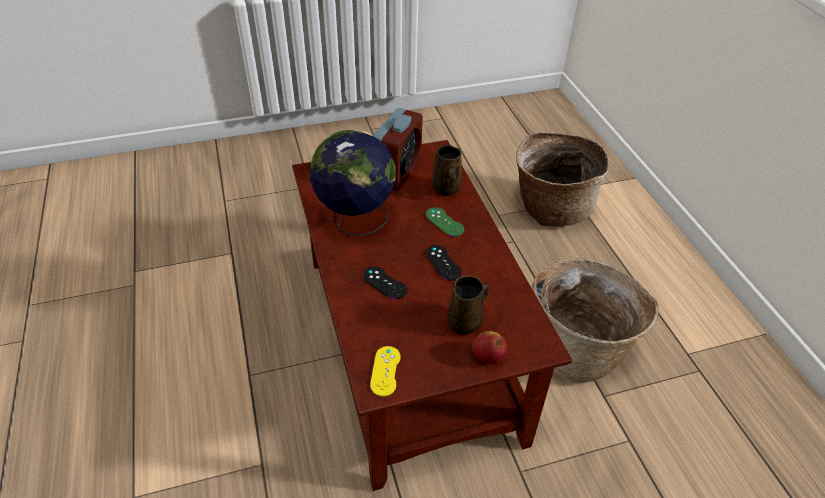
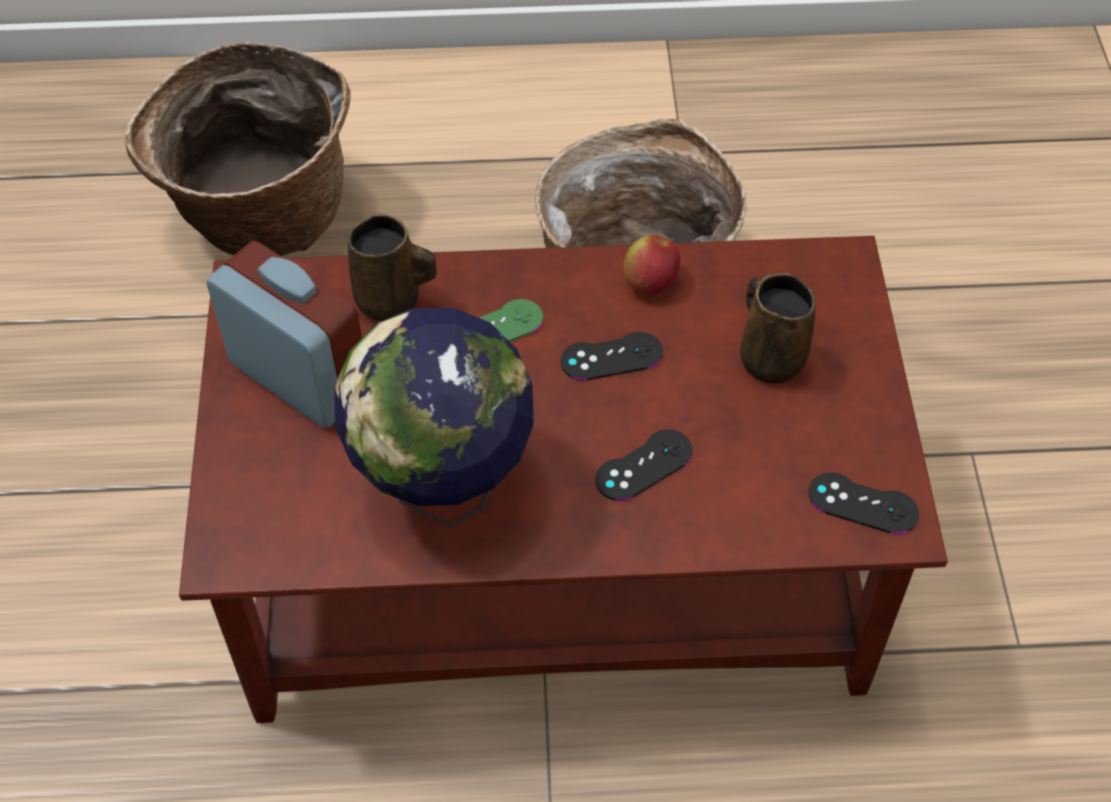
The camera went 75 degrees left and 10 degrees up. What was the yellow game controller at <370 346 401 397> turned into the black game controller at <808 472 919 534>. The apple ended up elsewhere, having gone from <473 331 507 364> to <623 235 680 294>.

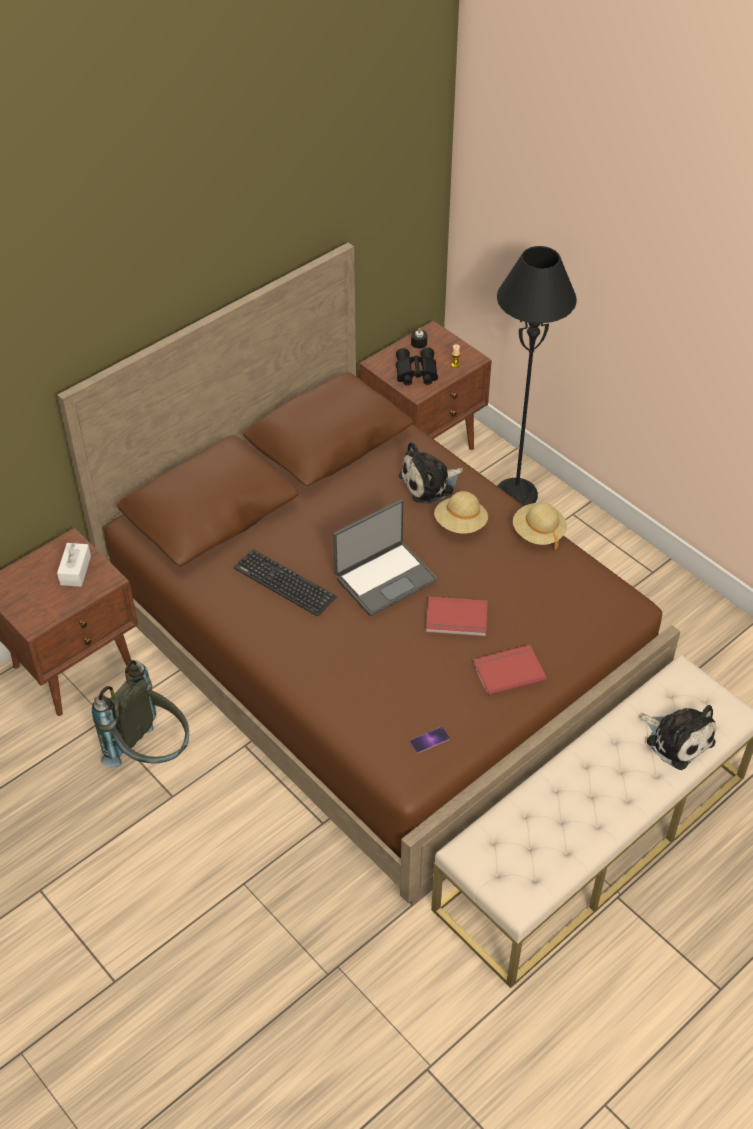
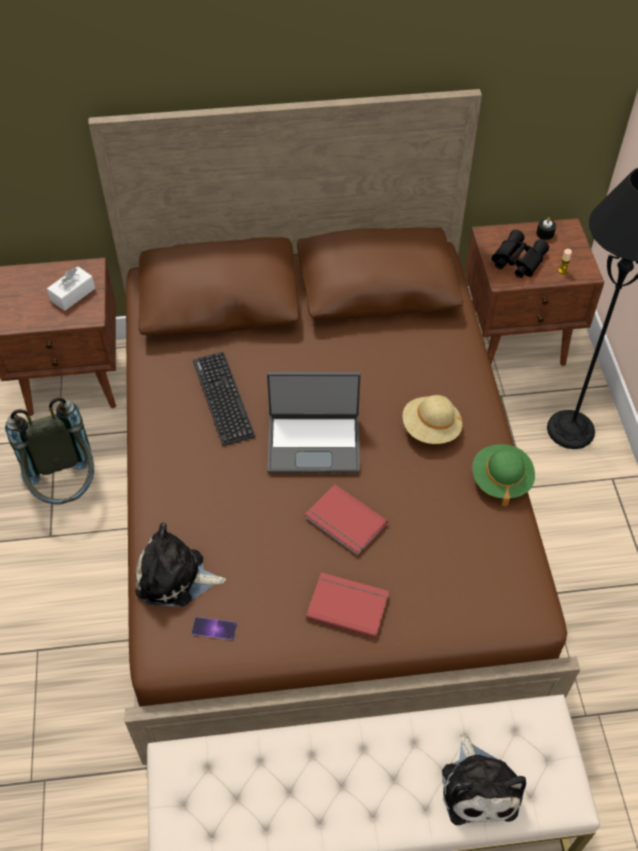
The camera went 35 degrees right and 5 degrees up. The plush toy ended up elsewhere, having gone from <399 442 463 504> to <135 523 226 607>. What was the beige hat at <513 503 567 549> turned into the green hat at <472 444 535 507>.

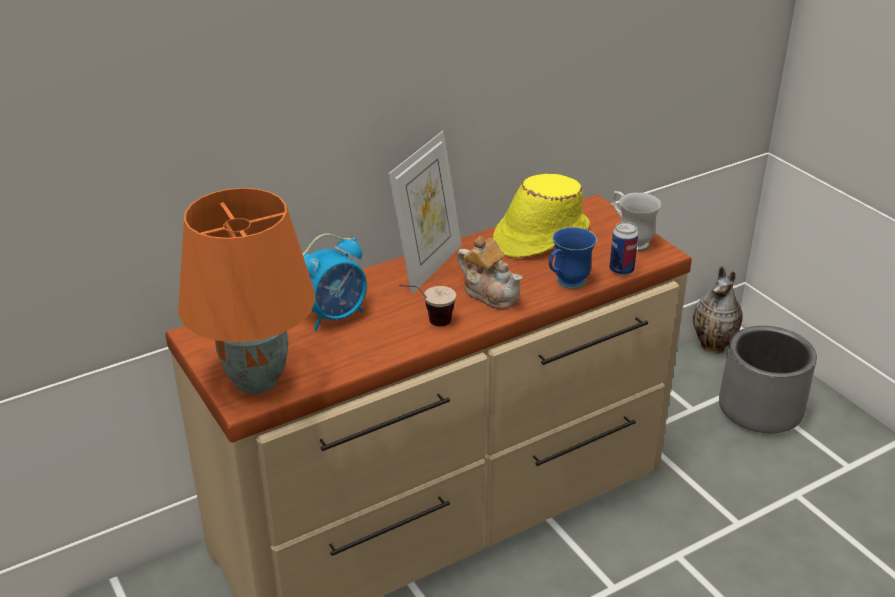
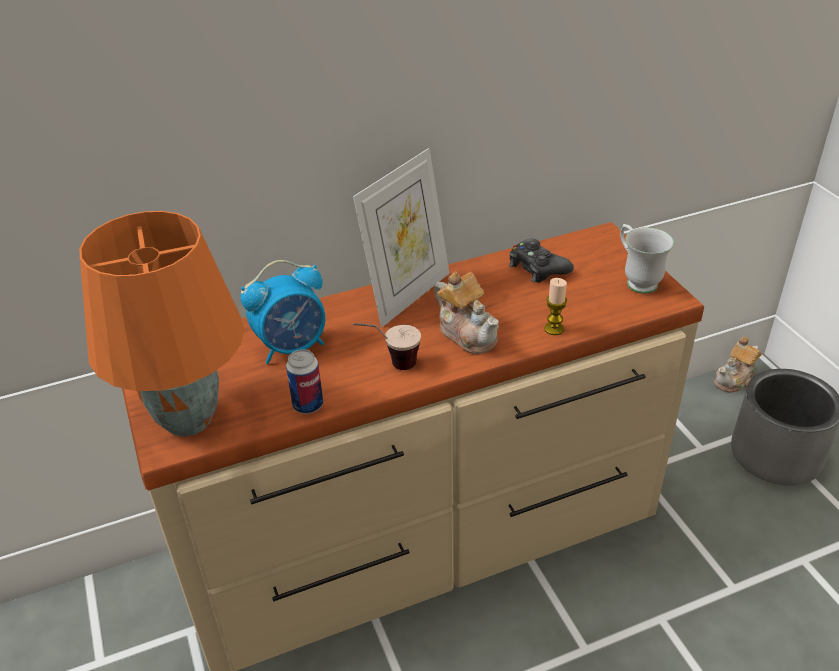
The camera went 10 degrees right and 5 degrees up. Where the yellow hat stood at <493 174 590 258>, the black game controller came to stand at <509 238 574 283>. Where the blue mug stood at <549 227 597 289>, the candle came to stand at <544 278 567 335>. The can ended up elsewhere, having gone from <610 222 638 275> to <286 349 323 414>. Where the vase stood at <693 266 743 354>, the teapot came to stand at <714 337 762 393>.

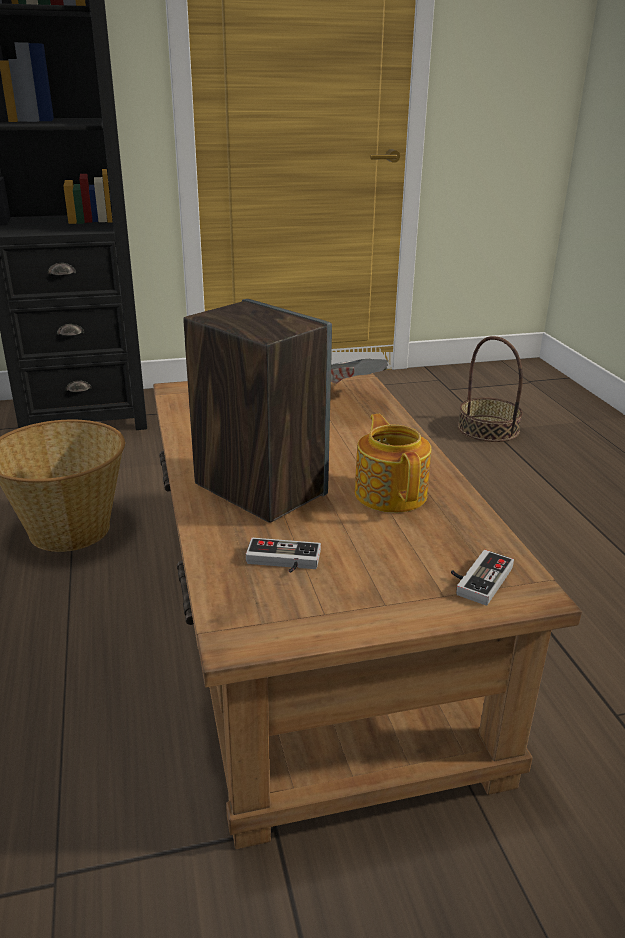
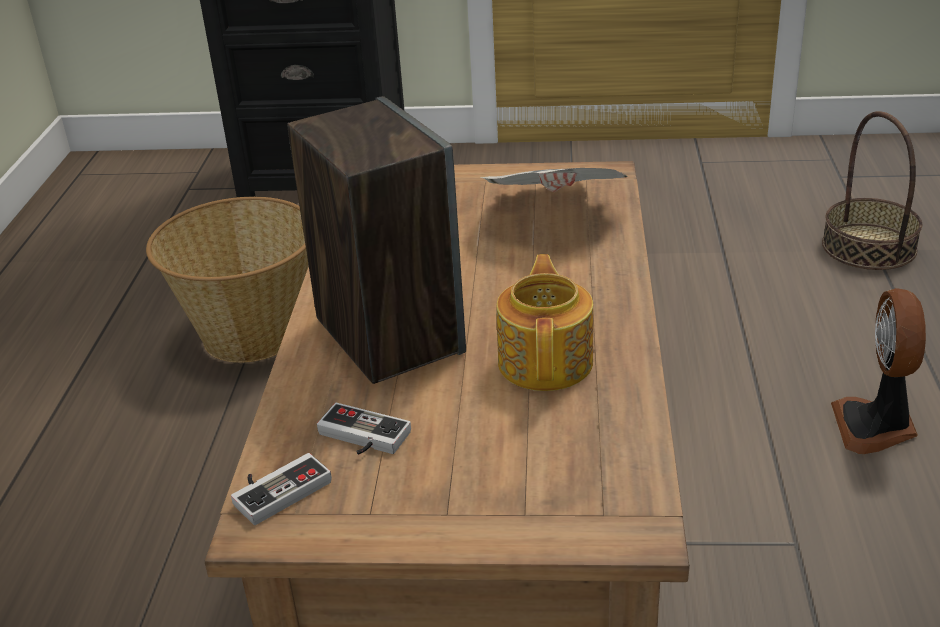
The camera went 20 degrees right and 5 degrees up. The game controller ended up elsewhere, having gone from <451 550 514 606> to <231 453 332 525>. The second view gained the fan at <831 288 926 454>.

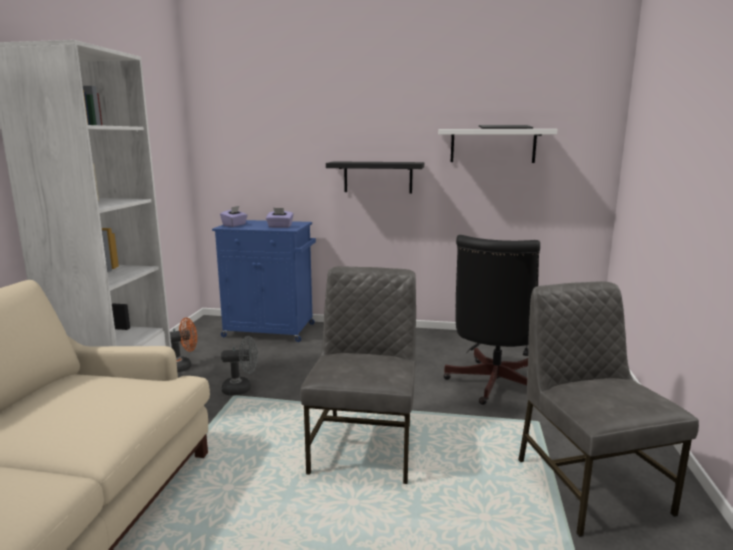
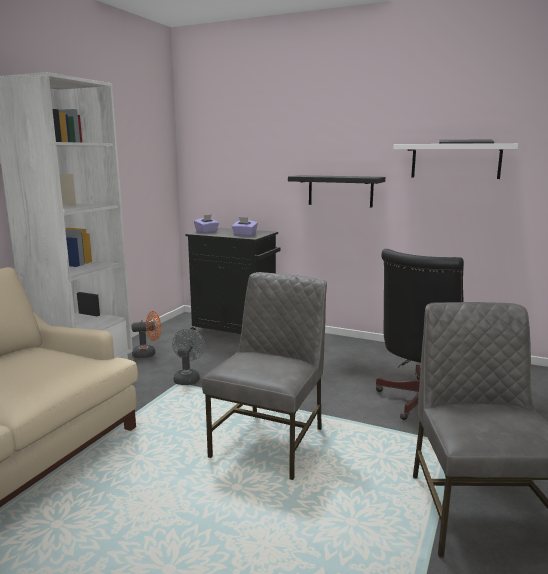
The camera went 15 degrees right and 0 degrees up. What was the blue cabinet at <212 220 316 342> turned into the black cabinet at <185 228 281 334>. The grey fan at <221 336 258 396> ended up facing another way, 90 degrees counterclockwise from before.

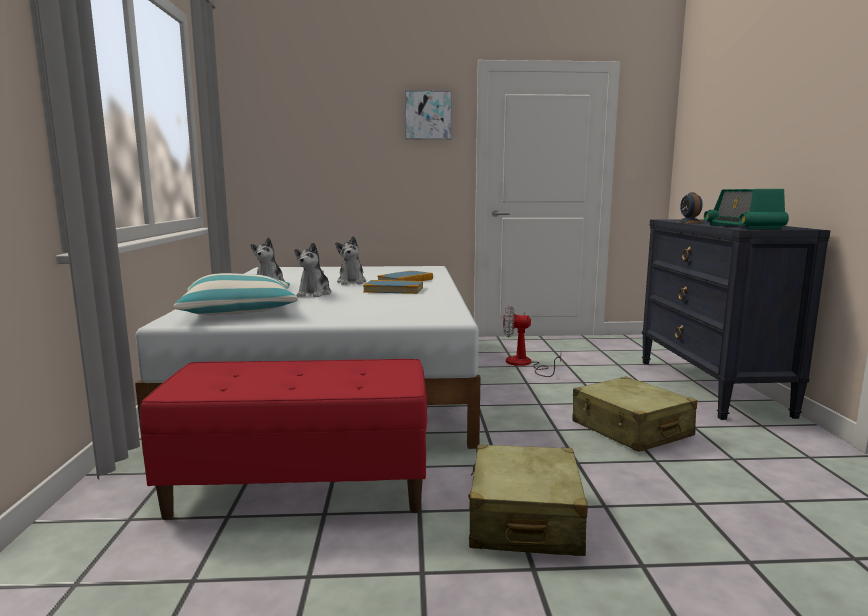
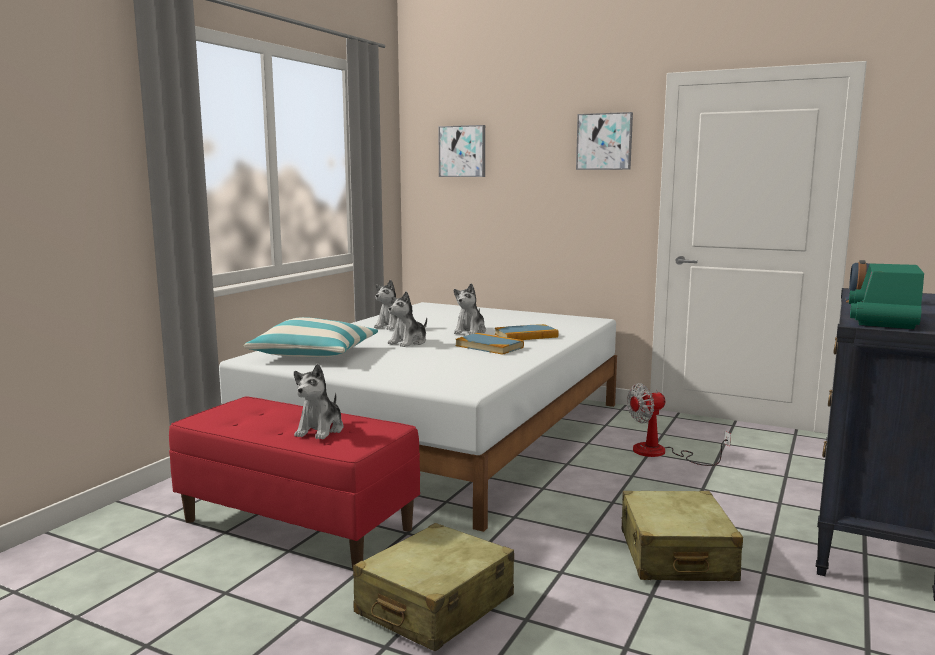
The camera went 30 degrees right and 0 degrees up. The fan at <503 305 561 377> ended up facing another way, 60 degrees counterclockwise from before. The second view gained the plush toy at <294 364 344 440>. The second view gained the picture at <438 125 485 177>.

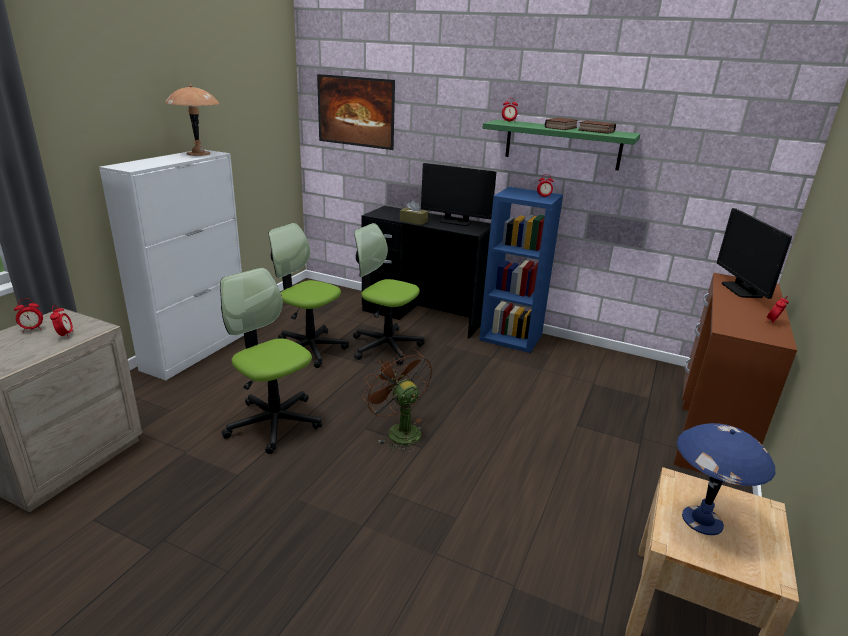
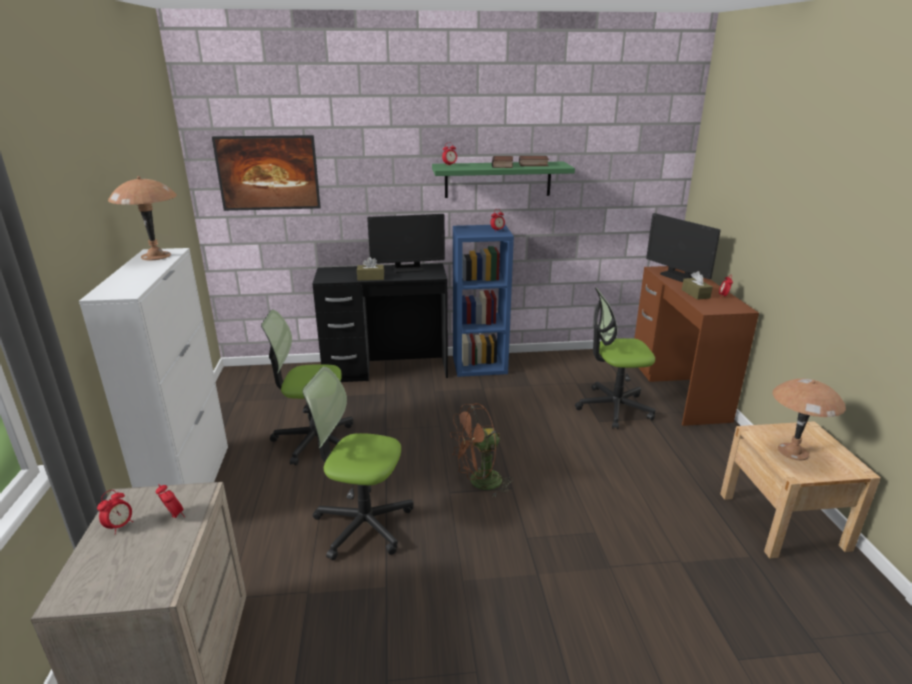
The camera went 30 degrees left and 0 degrees up. The office chair ended up elsewhere, having gone from <353 223 425 365> to <575 287 655 429>. The brown fan at <362 349 432 452> ended up facing another way, 45 degrees counterclockwise from before. What was the blue table lamp at <677 423 775 535> turned into the brown table lamp at <773 379 846 460>. The second view gained the brown tissue box at <682 271 713 300>.

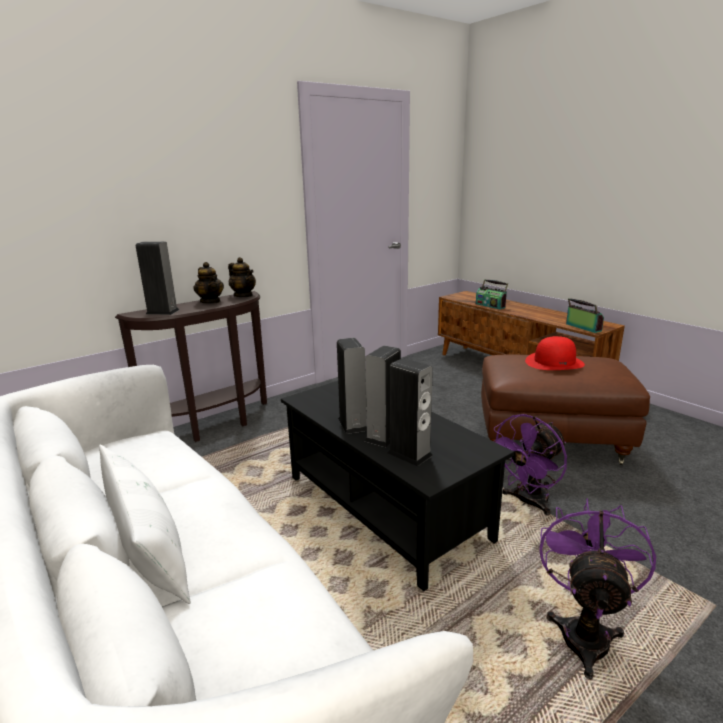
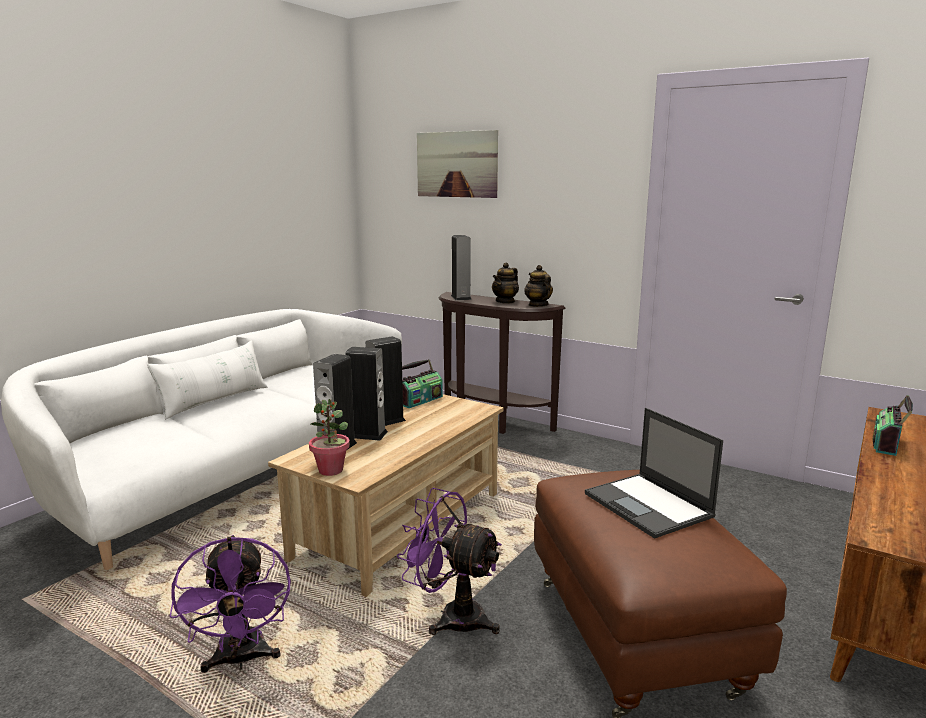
The camera went 70 degrees right and 5 degrees down. The teapot at <228 257 256 297> ended up facing another way, 135 degrees clockwise from before. What was the black coffee table at <281 381 514 591> turned into the beige coffee table at <268 394 504 597>. Where the red hat stood at <525 336 585 370>, the laptop came to stand at <585 408 723 539>. The purple fan at <539 498 656 679> ended up facing another way, 75 degrees clockwise from before. The radio ended up elsewhere, having gone from <566 298 604 333> to <402 359 443 408>. The second view gained the potted plant at <309 399 350 476>. The second view gained the picture at <417 130 498 198>.

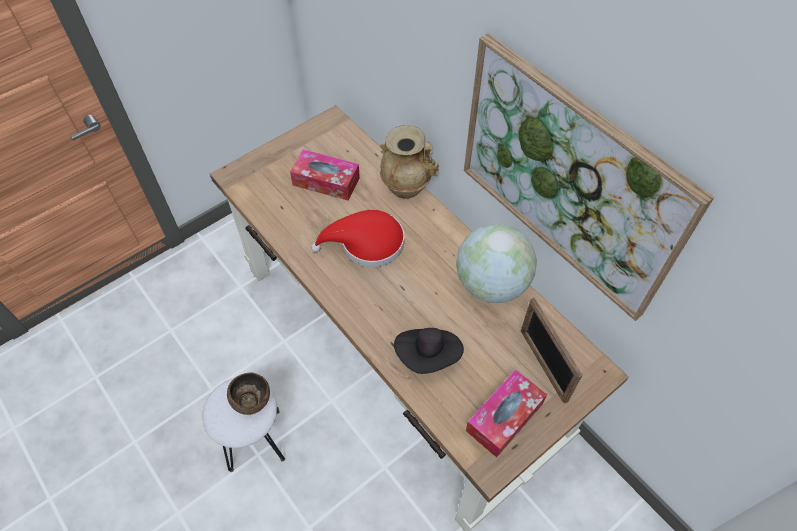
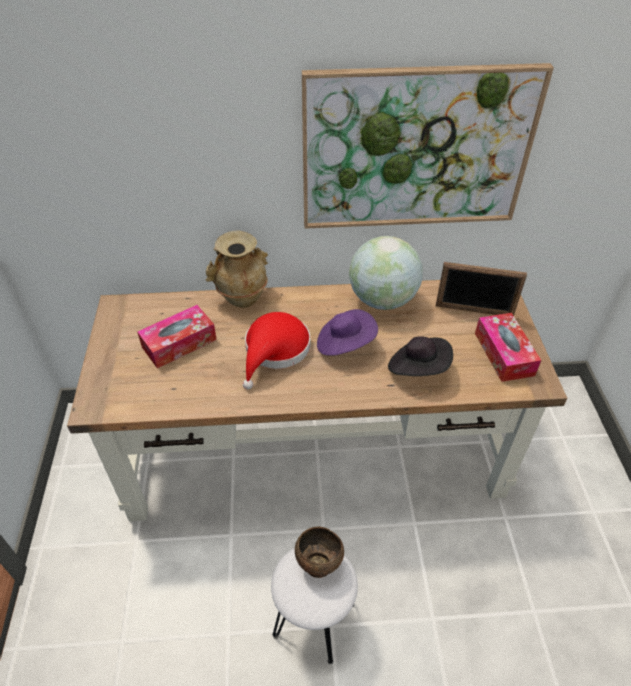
The camera went 55 degrees left and 10 degrees down. The second view gained the purple hat at <317 309 378 356>.

